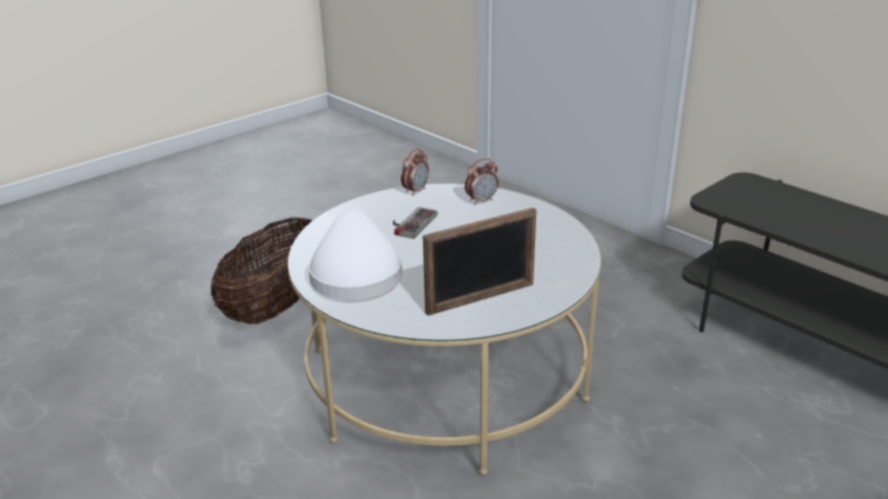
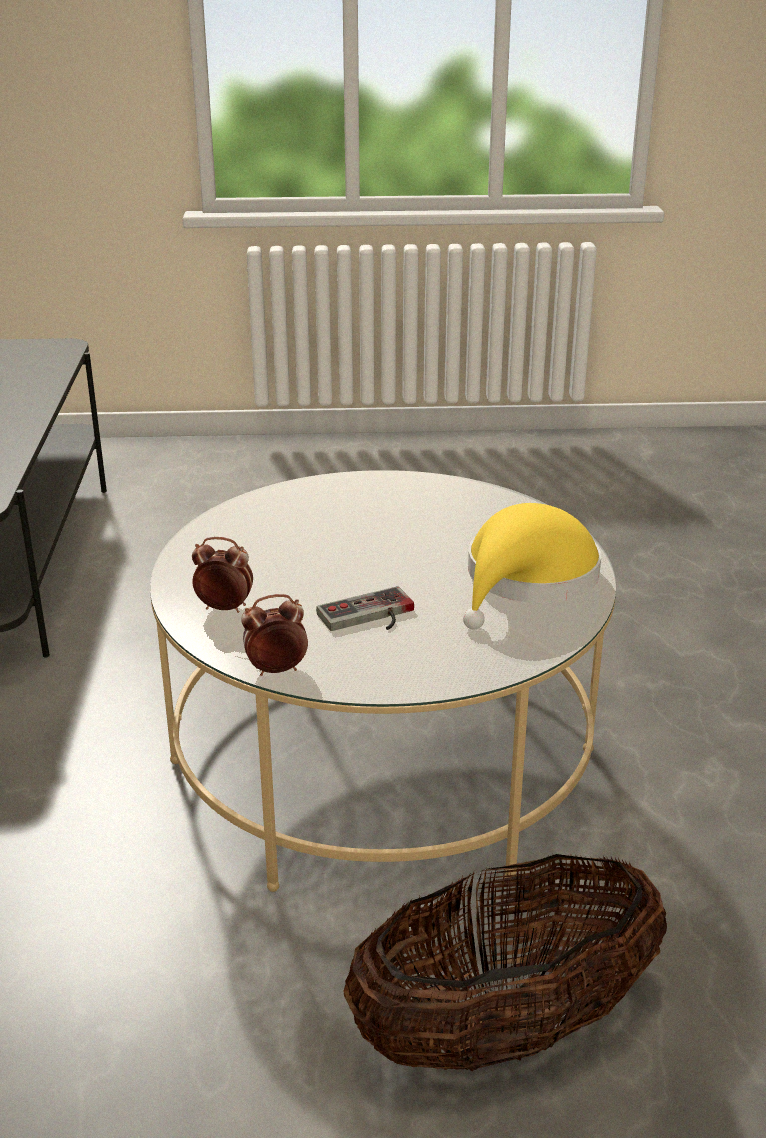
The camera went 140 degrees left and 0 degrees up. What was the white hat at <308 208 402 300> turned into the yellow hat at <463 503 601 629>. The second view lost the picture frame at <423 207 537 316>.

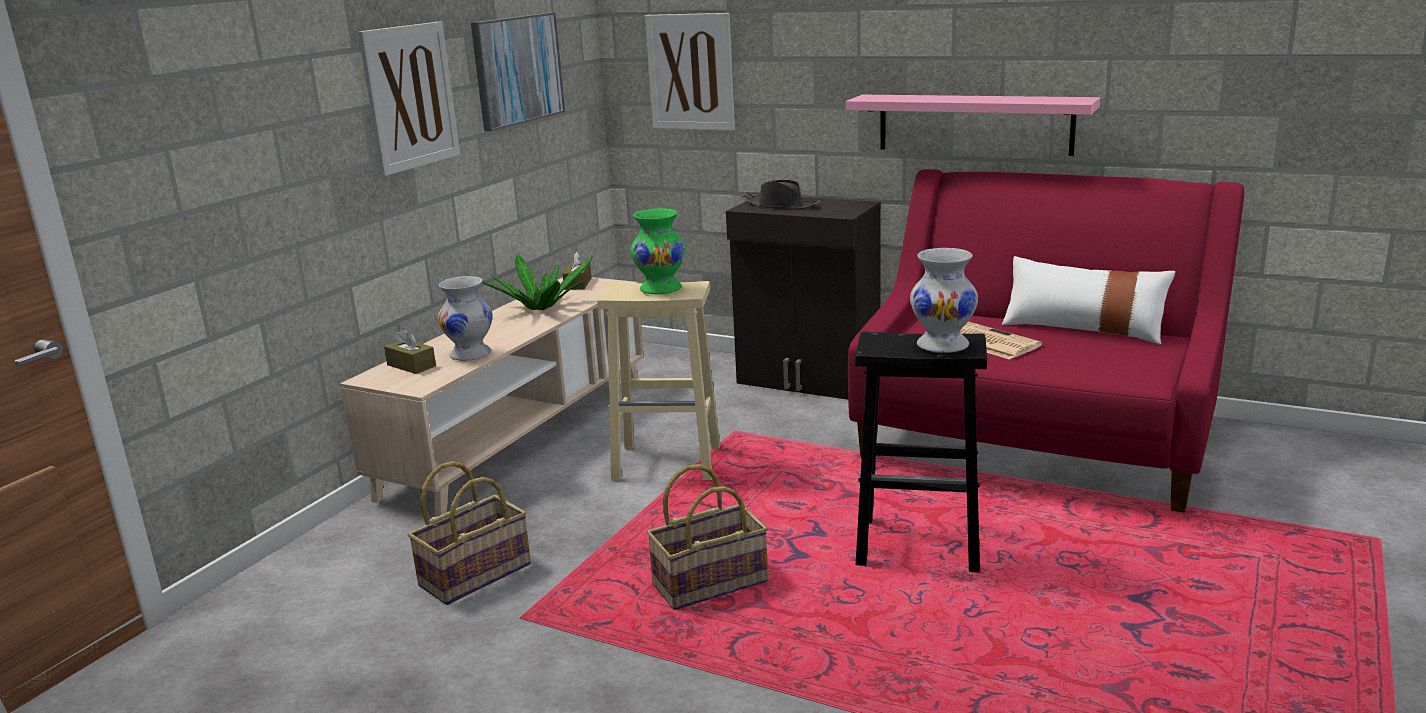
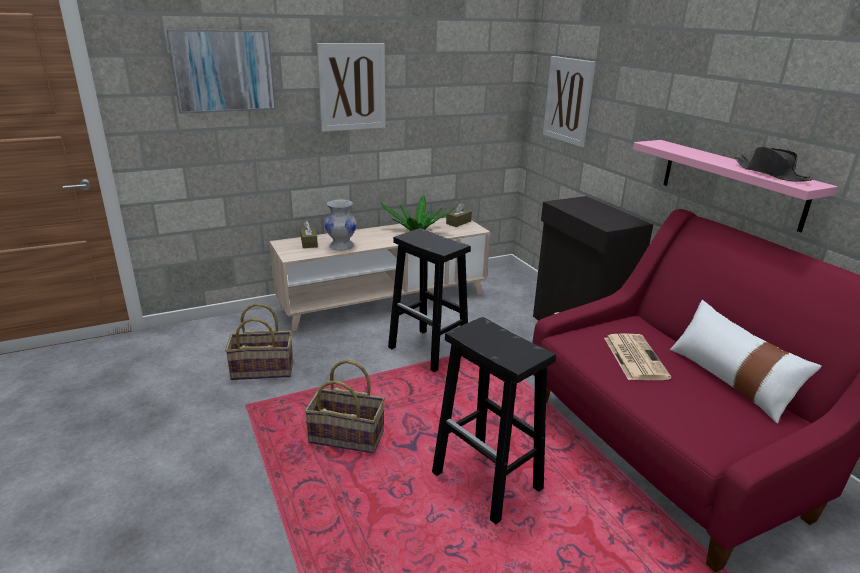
The camera went 35 degrees right and 5 degrees up. The picture ended up elsewhere, having gone from <471 12 565 132> to <167 29 276 114>. What was the beige stool at <597 281 720 481> turned into the black stool at <388 228 471 372>. The second view lost the green vase at <631 209 685 294>. The black hat ended up elsewhere, having gone from <742 180 820 209> to <735 146 813 182>. The second view lost the white vase at <910 248 978 353>.

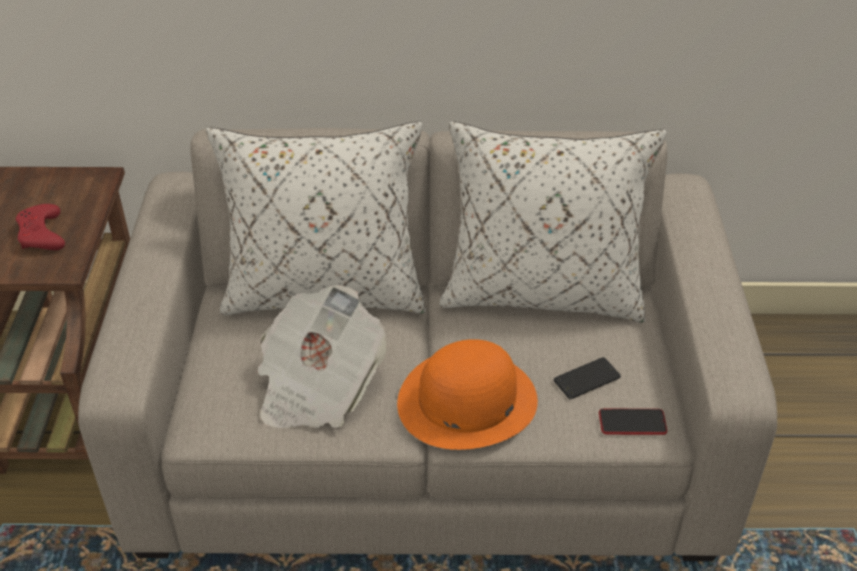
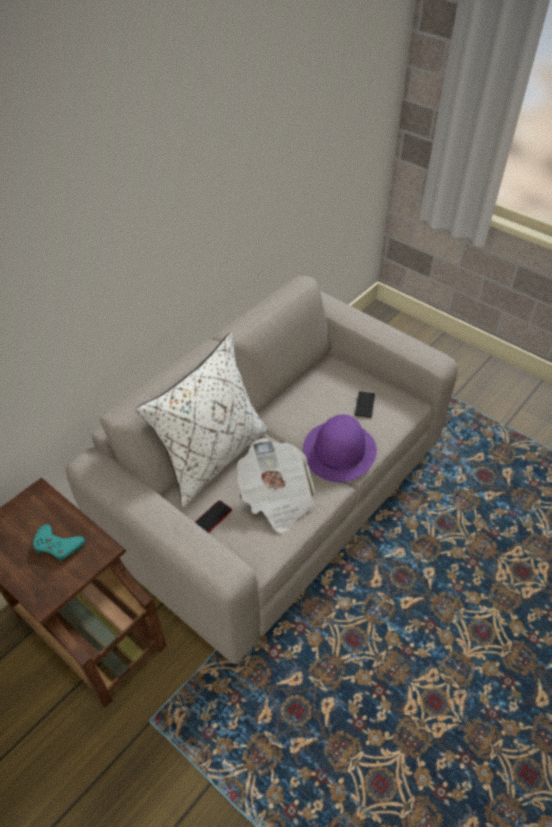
The camera went 50 degrees left and 5 degrees up. What was the red game controller at <16 204 65 250> turned into the turquoise game controller at <33 524 85 562>. What was the orange hat at <397 339 538 450> turned into the purple hat at <303 414 377 482>. The second view lost the white pillow at <440 121 666 323>. The phone ended up elsewhere, having gone from <599 409 667 435> to <195 500 232 533>.

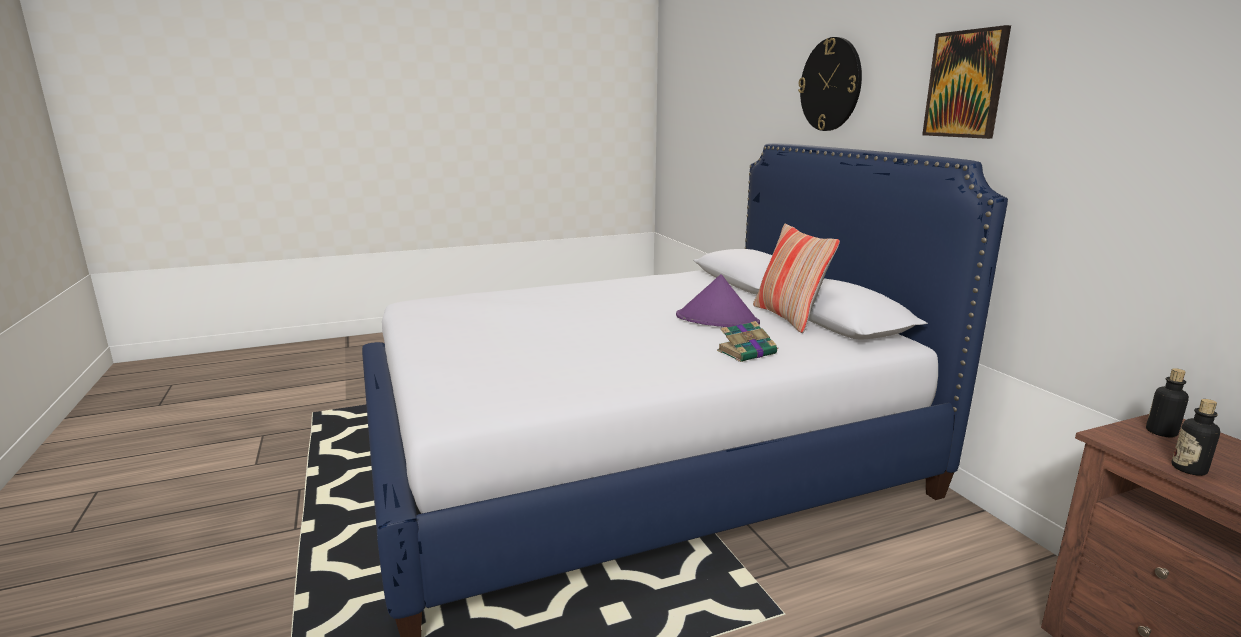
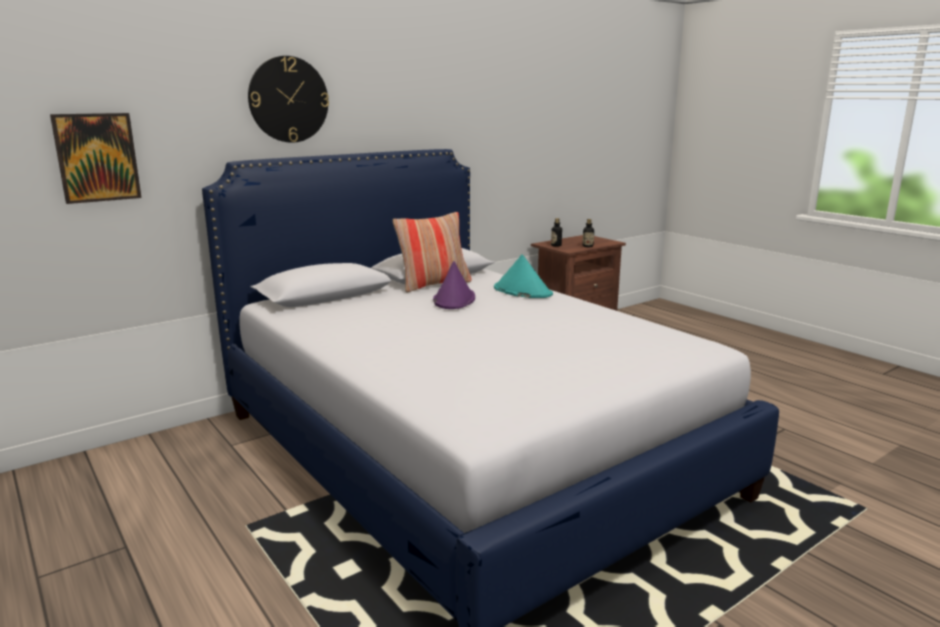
The camera went 105 degrees left and 0 degrees up. Where the book stood at <717 321 778 362>, the turquoise hat came to stand at <494 254 553 298>. The picture ended up elsewhere, having gone from <922 25 1011 139> to <50 113 142 204>.

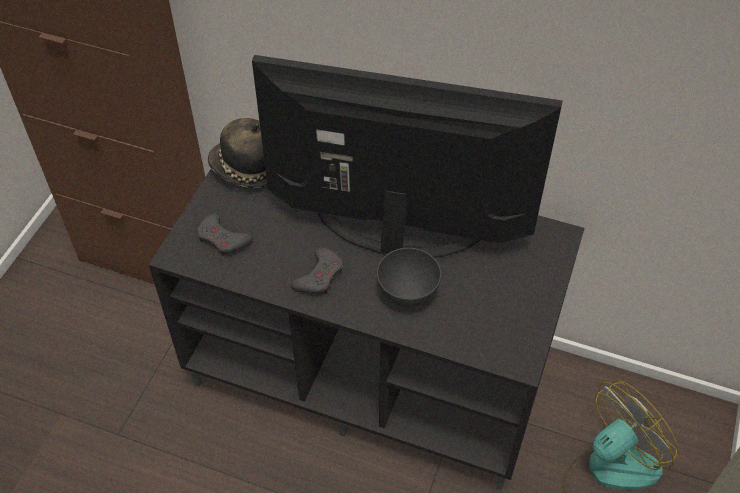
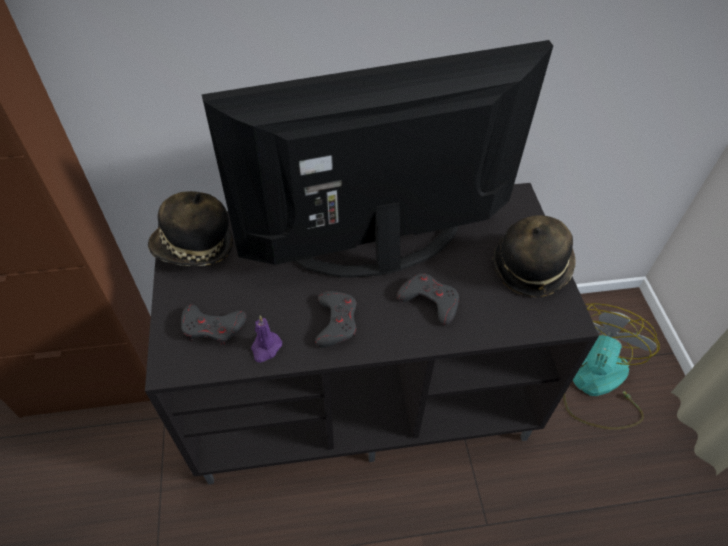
The camera went 30 degrees left and 0 degrees up. Where the grey bowl stood at <377 248 441 307>, the grey game controller came to stand at <397 273 459 325>. The second view gained the purple candle at <251 316 282 362>. The second view gained the hat at <493 215 575 297>.

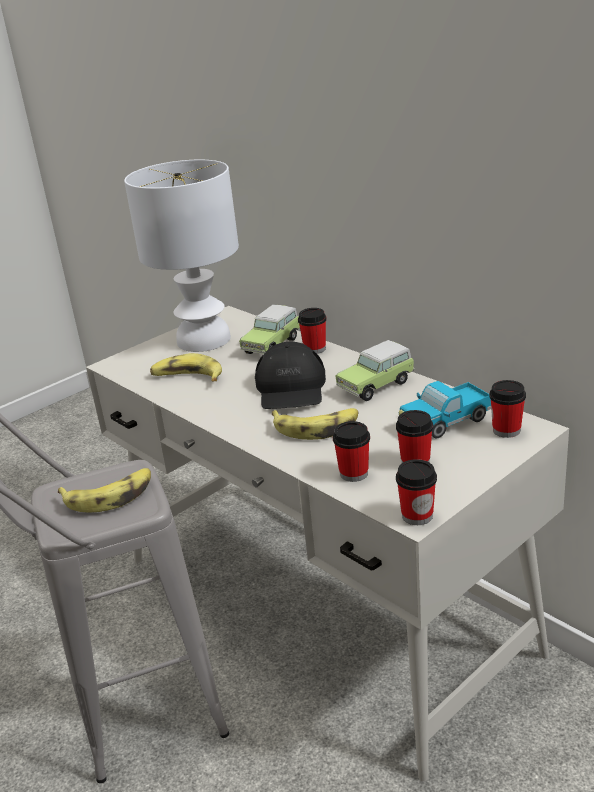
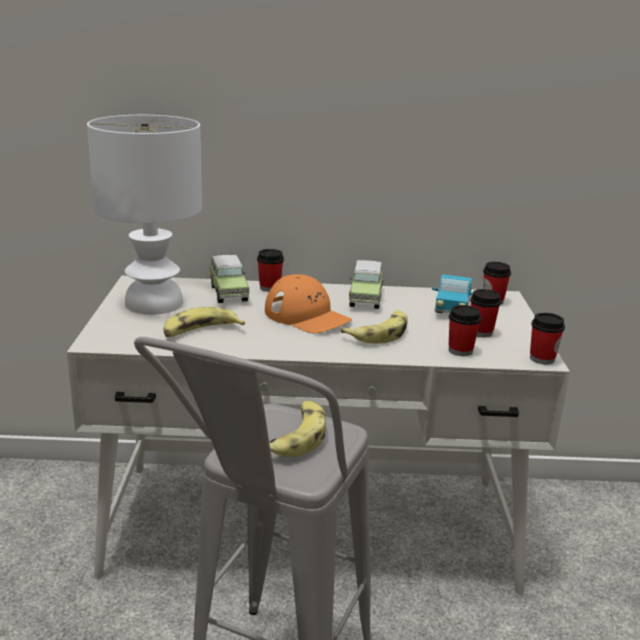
The camera went 50 degrees left and 5 degrees down. What was the black cap at <255 342 326 409> turned into the orange cap at <265 274 352 333>.

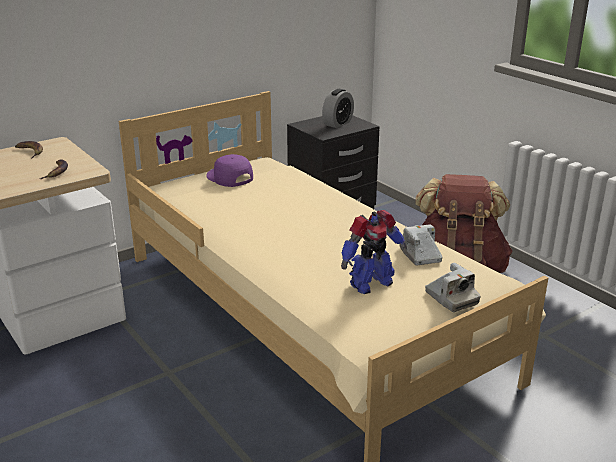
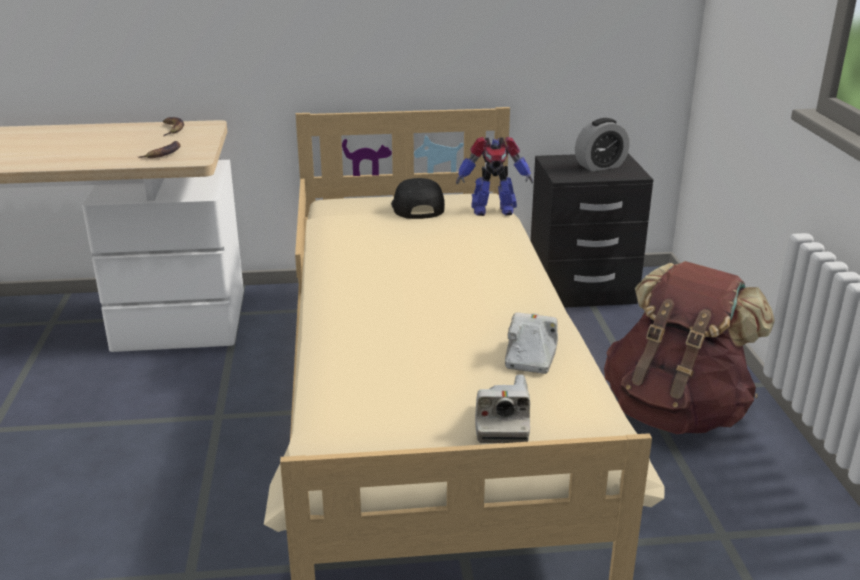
The camera went 30 degrees right and 0 degrees up. What was the purple cap at <206 154 253 187> turned into the black cap at <391 178 445 219>. The toy robot ended up elsewhere, having gone from <341 210 407 294> to <456 137 533 216>.

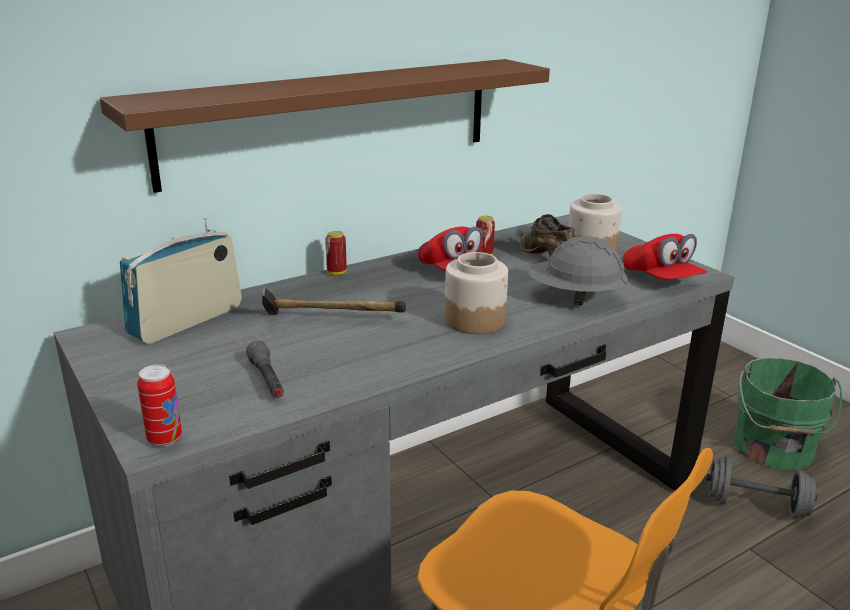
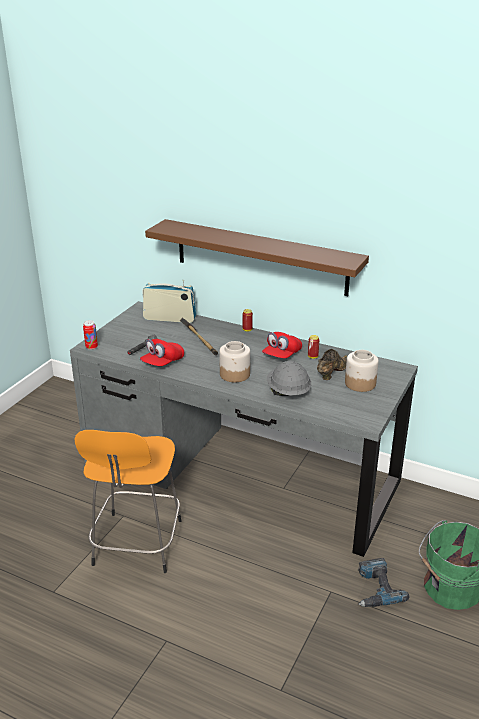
The camera went 60 degrees right and 5 degrees up. The red cap ended up elsewhere, having gone from <623 234 707 280> to <140 339 184 366>. Where the grey dumbbell stood at <706 457 817 519>, the power drill came to stand at <358 558 409 607>.

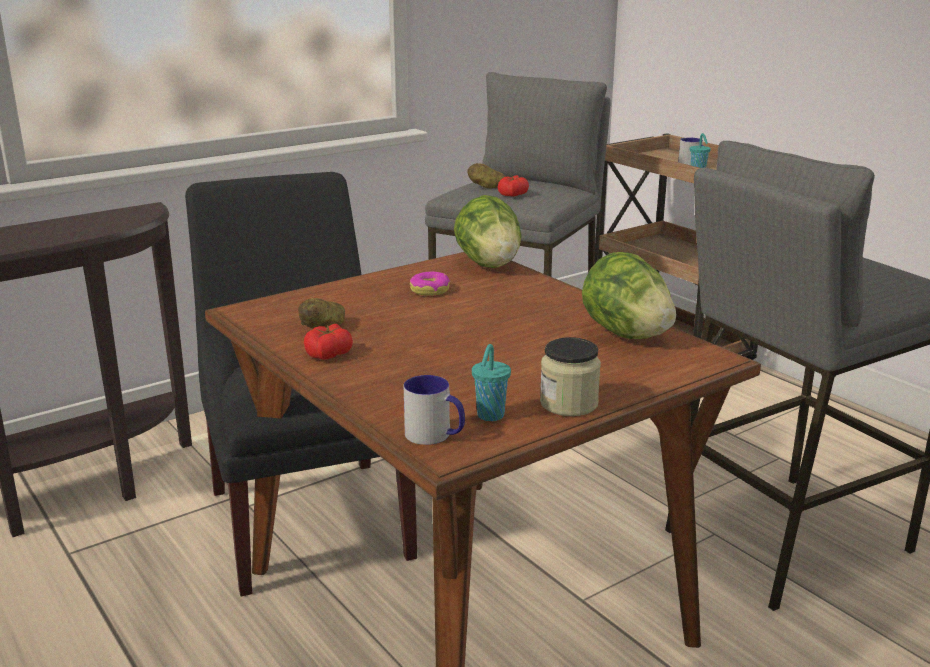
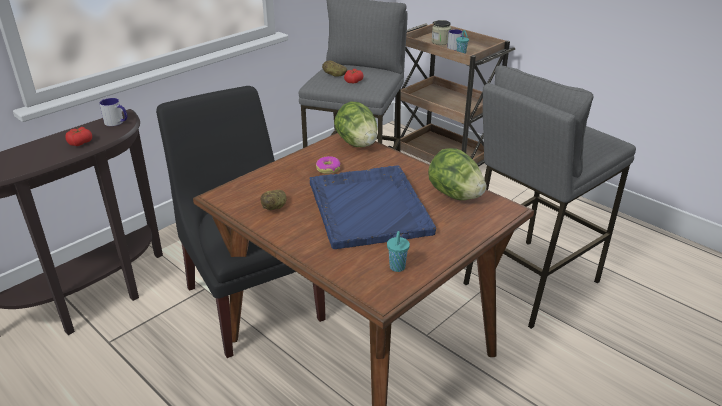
The camera went 10 degrees left and 10 degrees up. The tomato ended up elsewhere, having gone from <304 324 353 360> to <66 127 92 146>. The mug ended up elsewhere, having gone from <404 375 465 445> to <100 98 127 126>. The jar ended up elsewhere, having gone from <540 337 601 416> to <432 20 451 45>. The second view gained the blue tray at <309 165 436 249>.

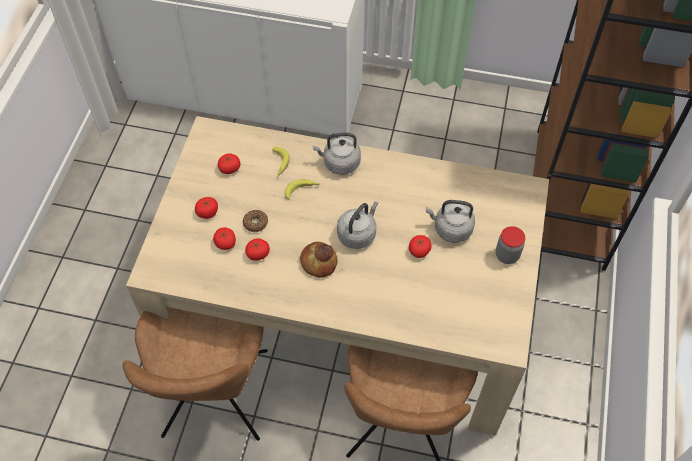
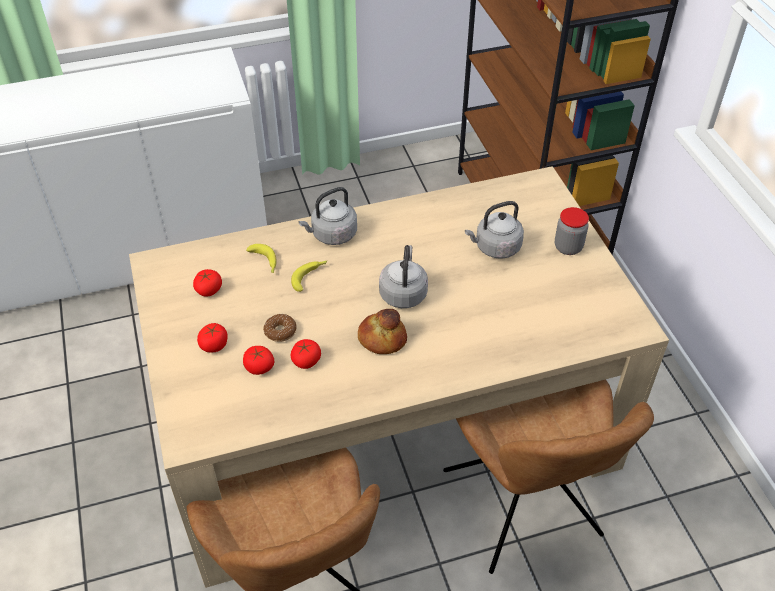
The camera went 30 degrees left and 10 degrees down. The second view lost the tomato at <409 235 432 258>.

